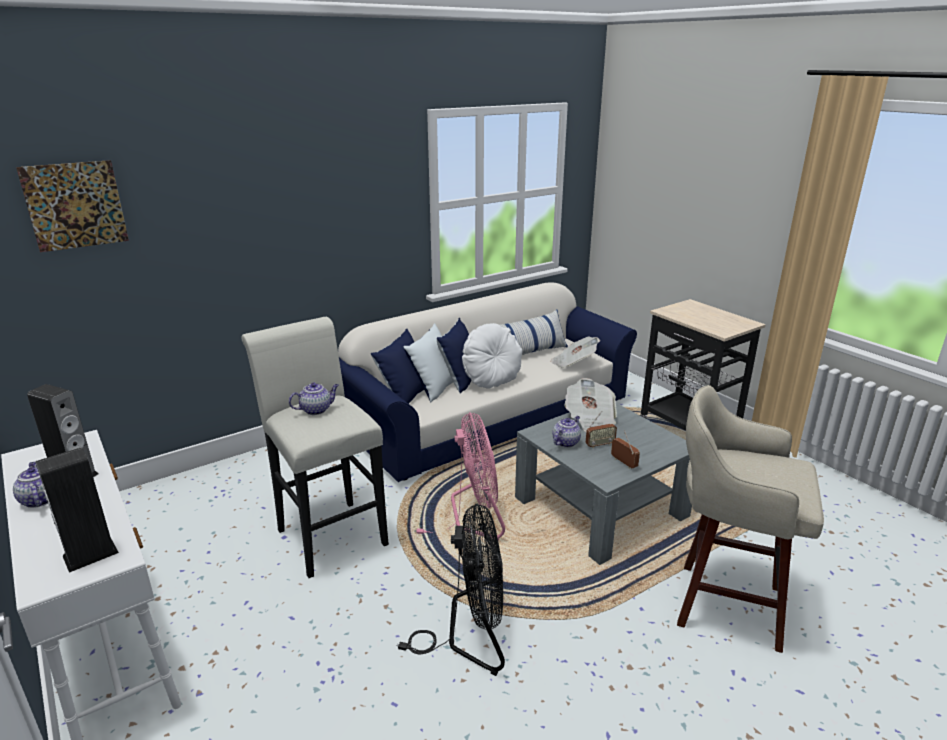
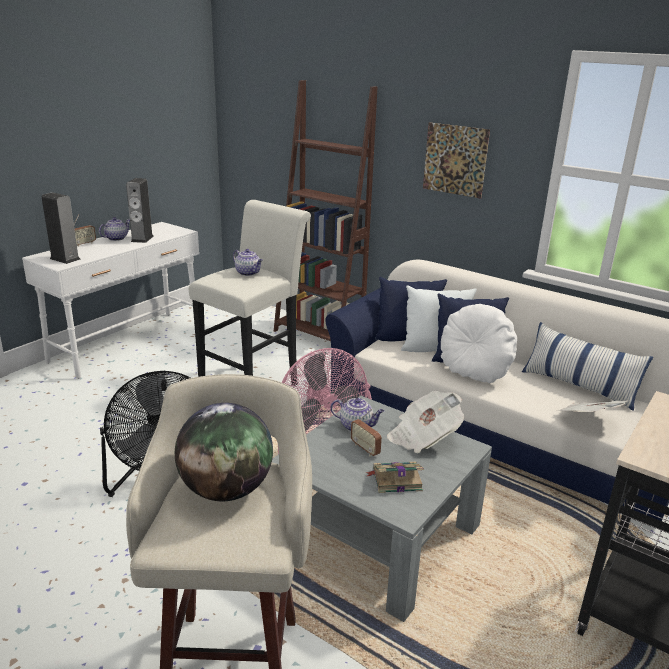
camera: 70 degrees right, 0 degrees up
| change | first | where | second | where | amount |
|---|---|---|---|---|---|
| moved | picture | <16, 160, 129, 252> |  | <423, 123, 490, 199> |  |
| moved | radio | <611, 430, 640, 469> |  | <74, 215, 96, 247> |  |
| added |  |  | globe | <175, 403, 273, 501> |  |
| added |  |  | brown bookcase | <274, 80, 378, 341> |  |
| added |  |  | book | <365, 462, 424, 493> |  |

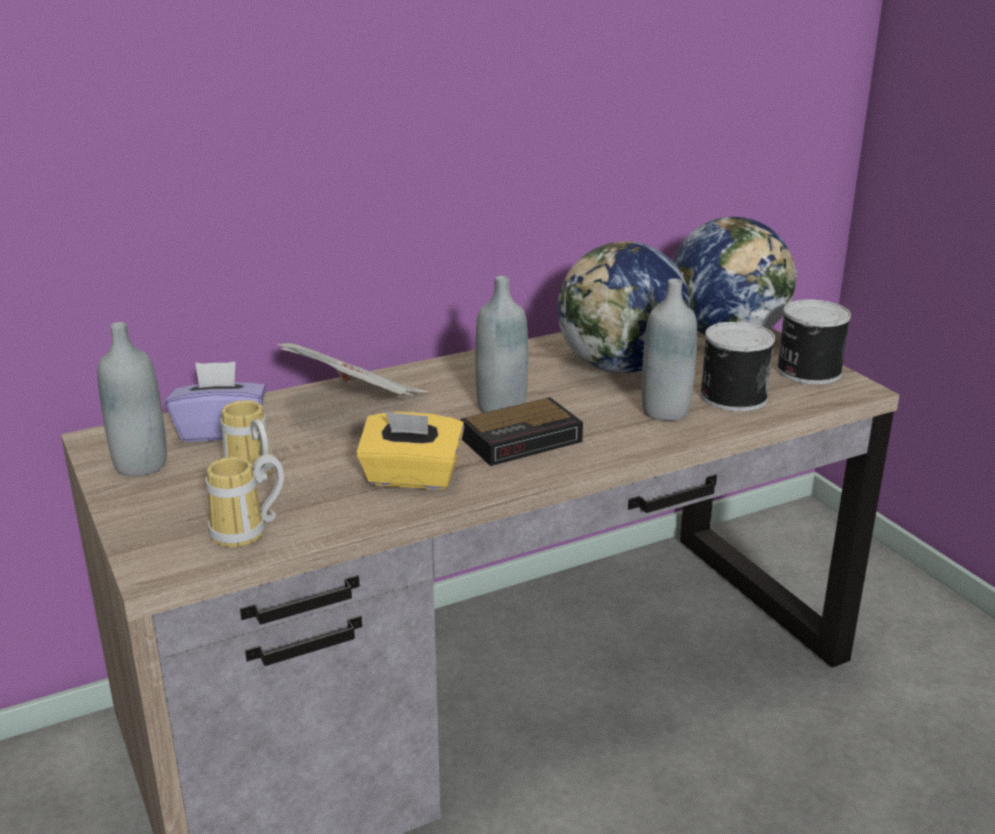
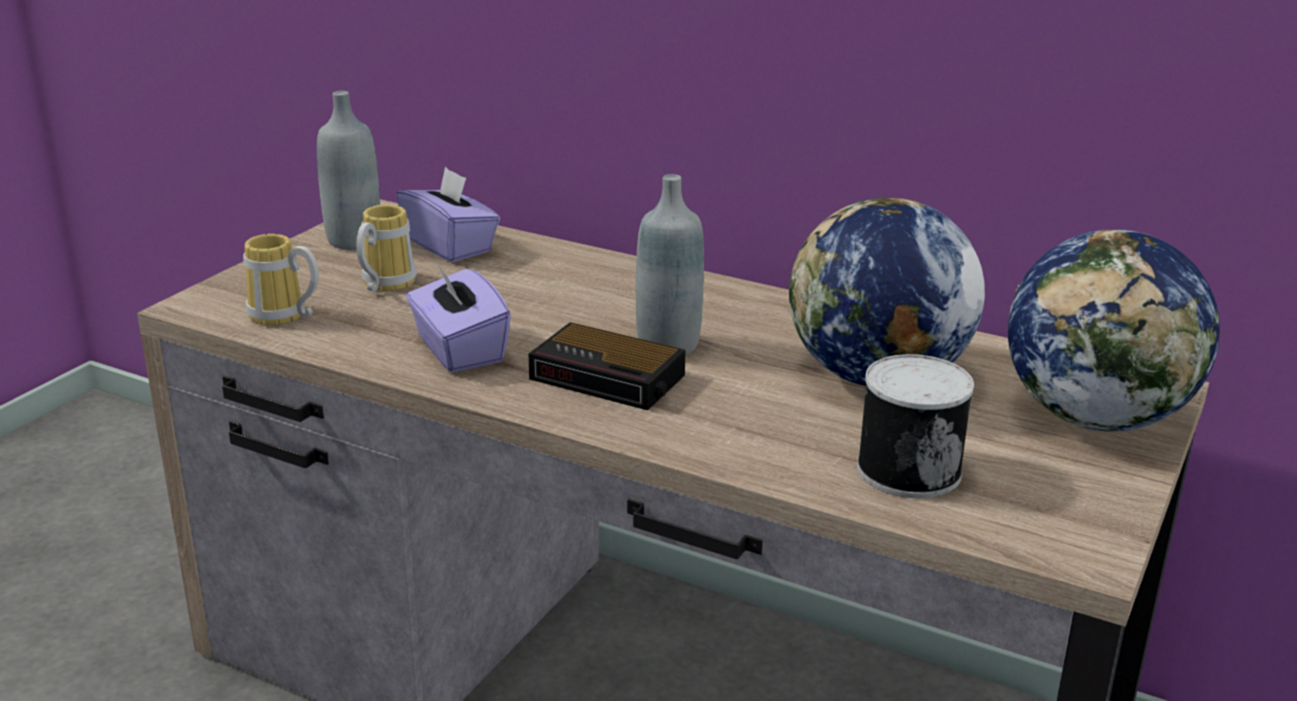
camera: 55 degrees right, 0 degrees up
| change | first | where | second | where | amount |
|---|---|---|---|---|---|
| removed | newspaper | <276, 343, 429, 396> |  |  |  |
| recoloured | yellow tissue box | <356, 411, 464, 490> | purple tissue box | <406, 261, 511, 372> |  |
| removed | grey bottle | <642, 278, 697, 421> |  |  |  |
| removed | can | <777, 299, 851, 384> |  |  |  |

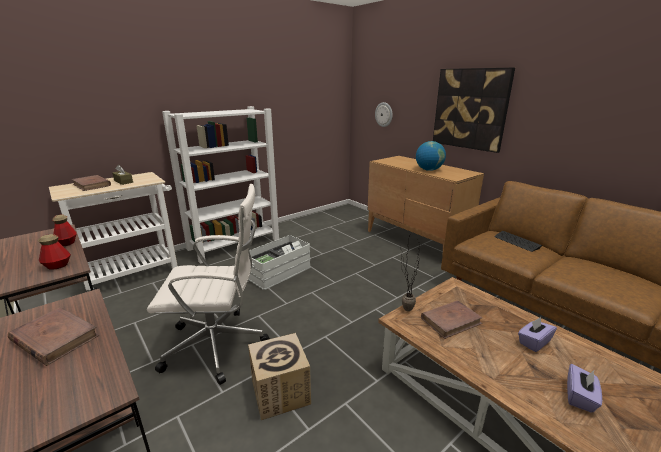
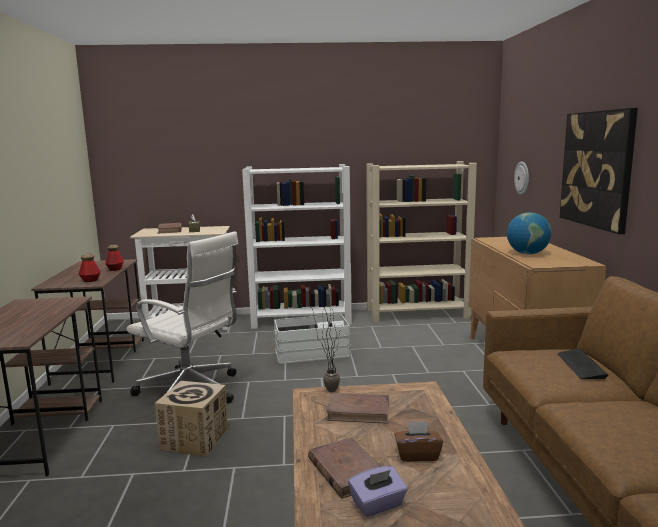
camera: 35 degrees right, 10 degrees down
| change | first | where | second | where | amount |
|---|---|---|---|---|---|
| moved | brown book | <8, 307, 99, 366> |  | <308, 437, 381, 499> |  |
| recoloured | purple tissue box | <518, 317, 557, 352> | brown tissue box | <394, 421, 443, 462> |  |
| added |  |  | beige bookcase | <366, 161, 477, 323> |  |

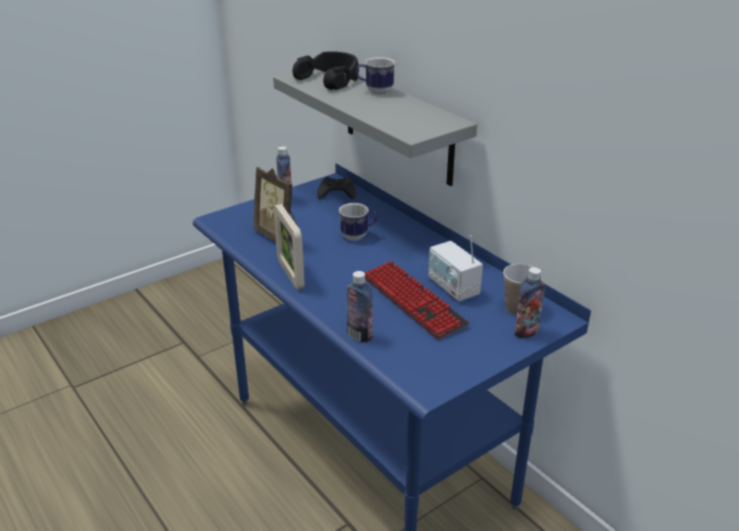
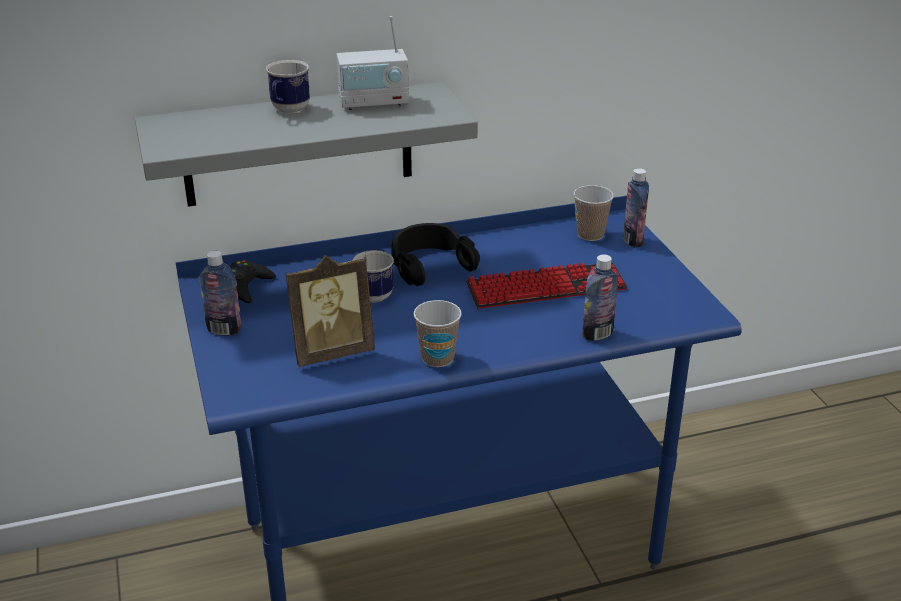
camera: 70 degrees left, 0 degrees up
| change | first | where | second | where | amount |
|---|---|---|---|---|---|
| replaced | picture frame | <274, 204, 305, 290> | cup | <413, 300, 462, 367> |  |
| moved | black headphones | <293, 51, 359, 90> |  | <391, 223, 480, 286> |  |
| moved | radio | <428, 235, 483, 302> |  | <336, 16, 409, 110> |  |

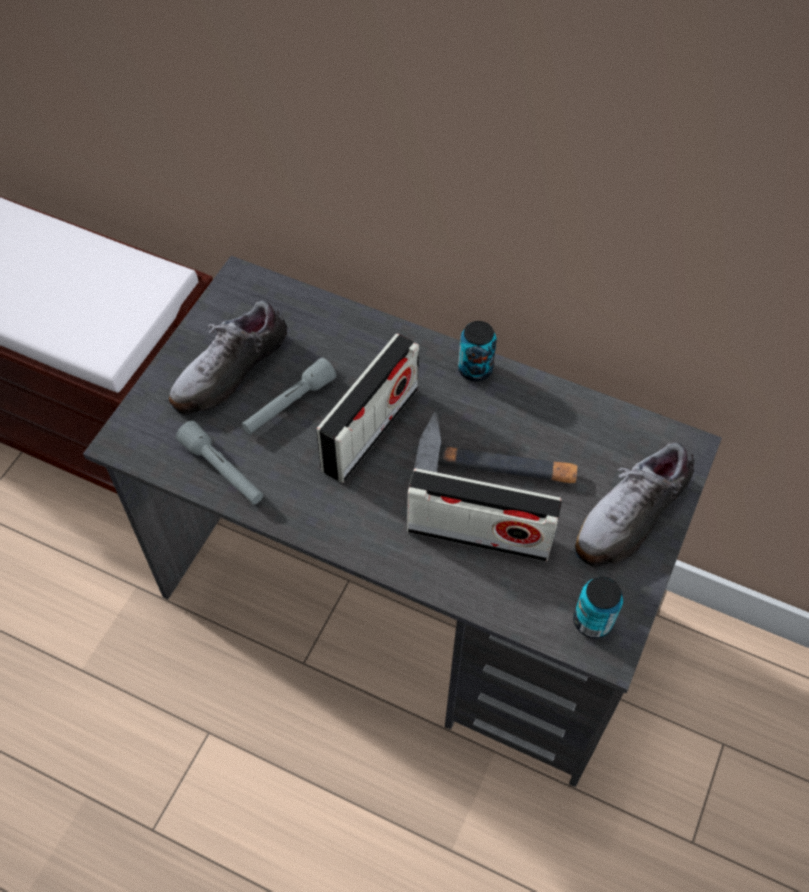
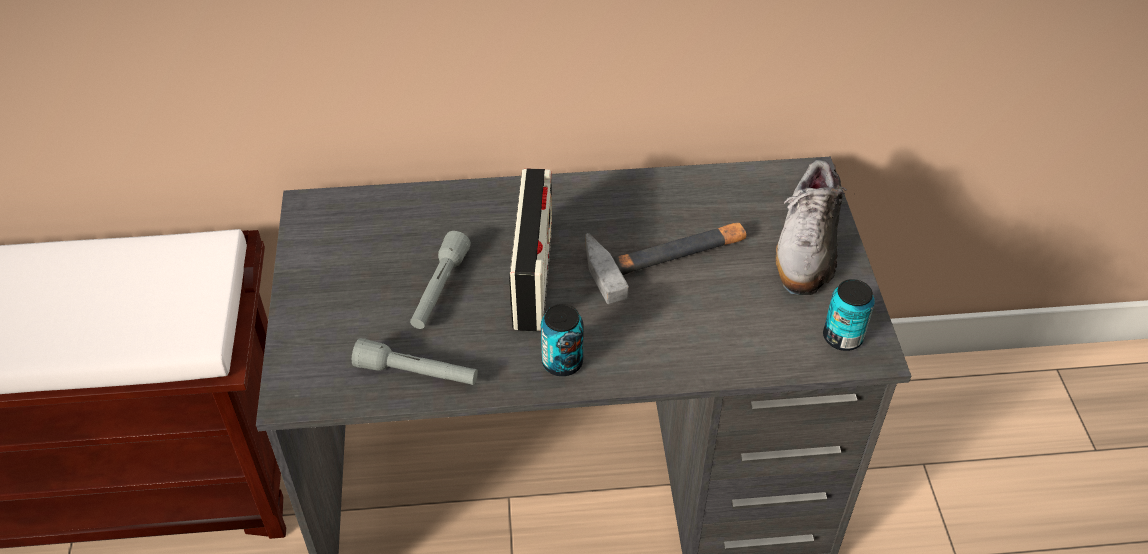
camera: 30 degrees left, 10 degrees down
| change | first | where | second | where | amount |
|---|---|---|---|---|---|
| removed | shoe | <169, 301, 288, 415> |  |  |  |
| removed | radio | <407, 468, 562, 562> |  |  |  |
| moved | can | <458, 321, 497, 382> |  | <541, 304, 584, 376> |  |

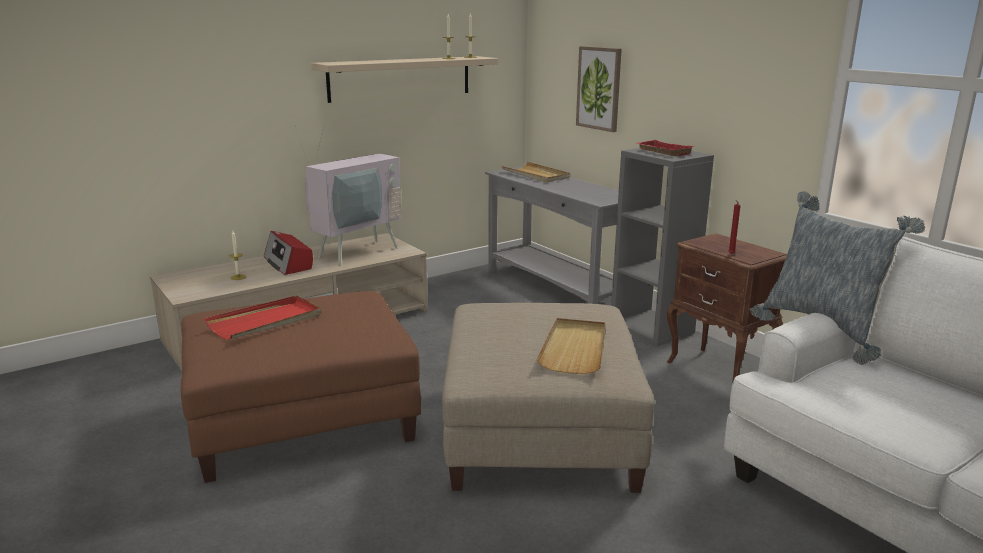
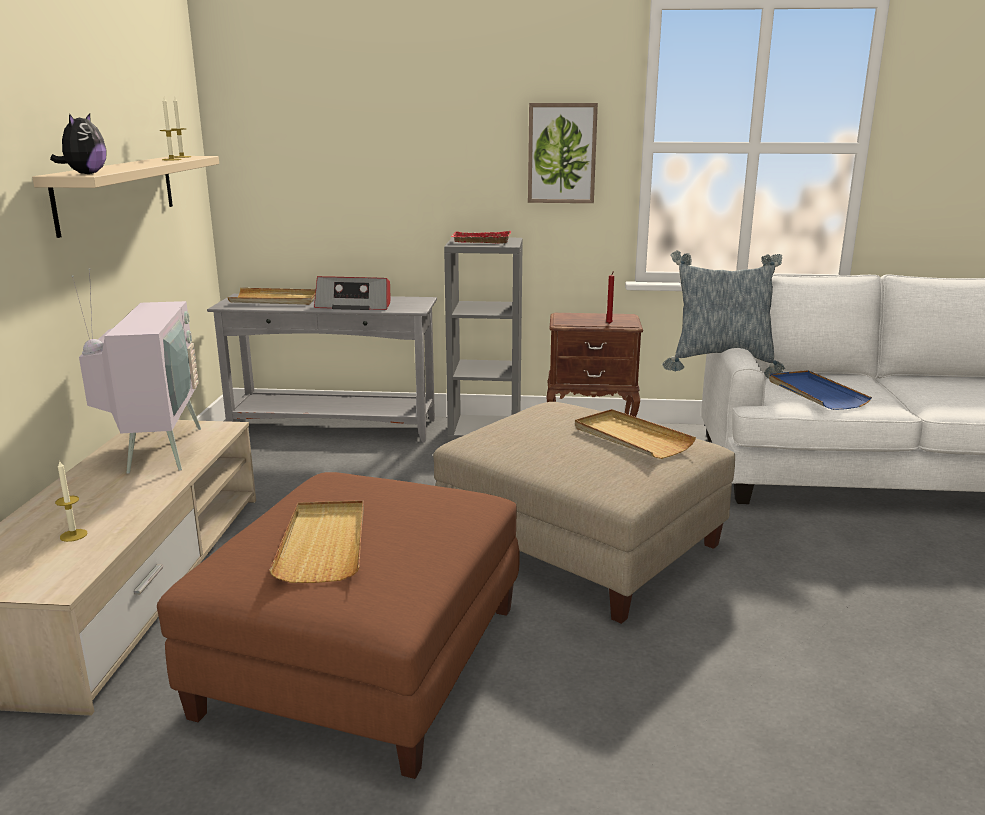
camera: 50 degrees left, 0 degrees up
| change | first | where | second | where | amount |
|---|---|---|---|---|---|
| recoloured | red tray | <205, 295, 321, 340> | beige tray | <269, 500, 364, 583> |  |
| moved | radio | <264, 231, 313, 275> |  | <314, 276, 390, 310> |  |
| moved | picture | <576, 46, 622, 132> |  | <528, 103, 598, 203> |  |
| added |  |  | plush toy | <50, 114, 107, 174> |  |
| added |  |  | blue tray | <769, 370, 872, 410> |  |

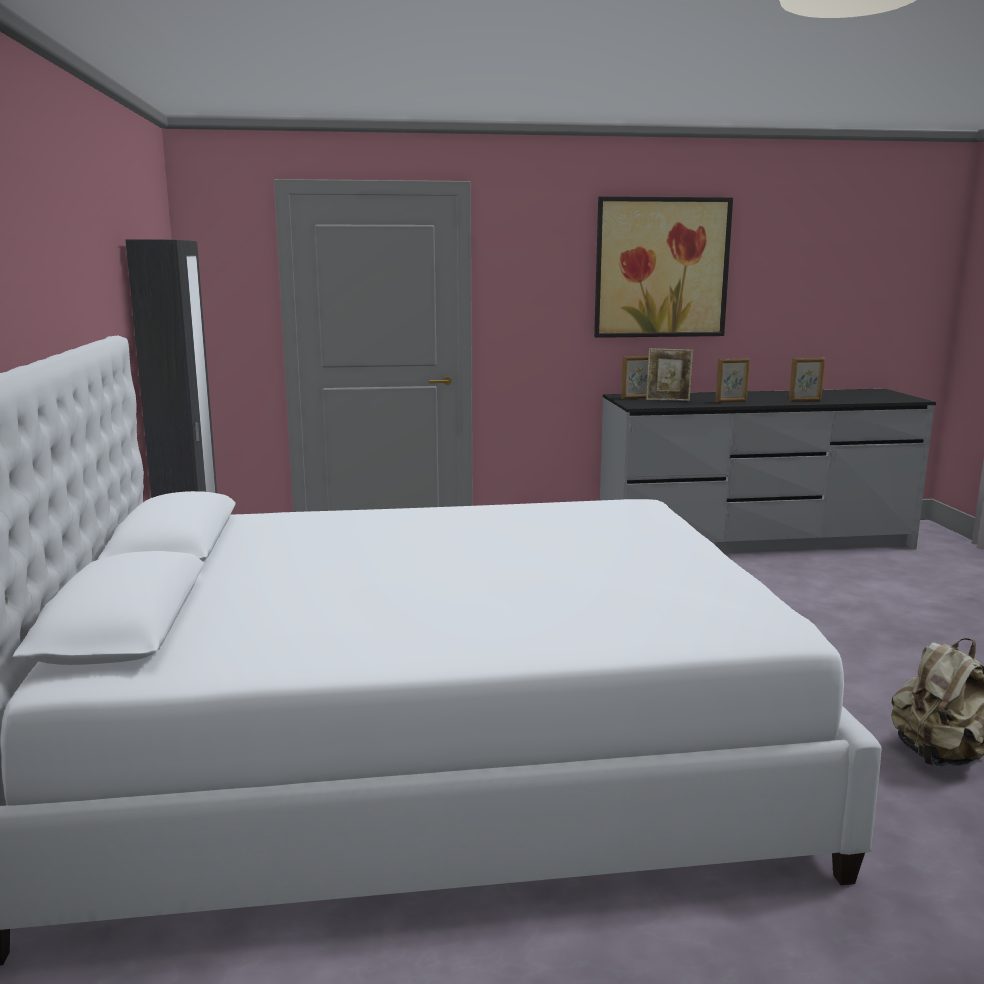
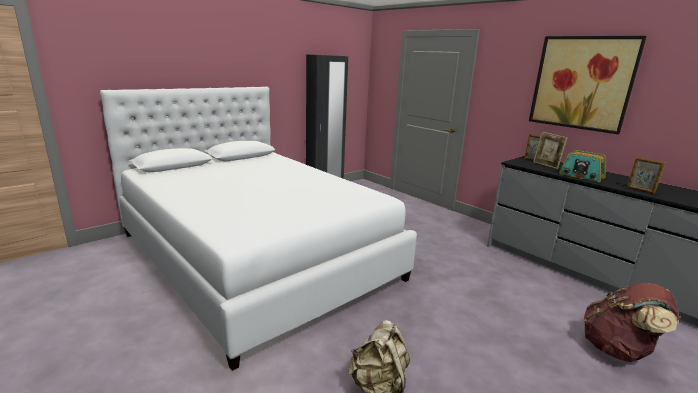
camera: 55 degrees right, 5 degrees up
| change | first | where | second | where | amount |
|---|---|---|---|---|---|
| replaced | picture frame | <715, 358, 750, 403> | radio | <559, 150, 606, 182> |  |
| added |  |  | brown backpack | <584, 283, 680, 362> |  |

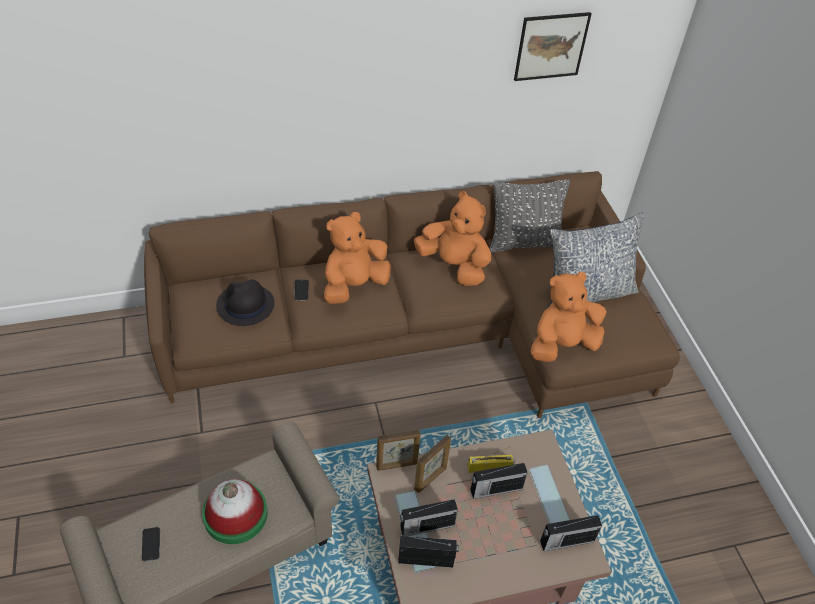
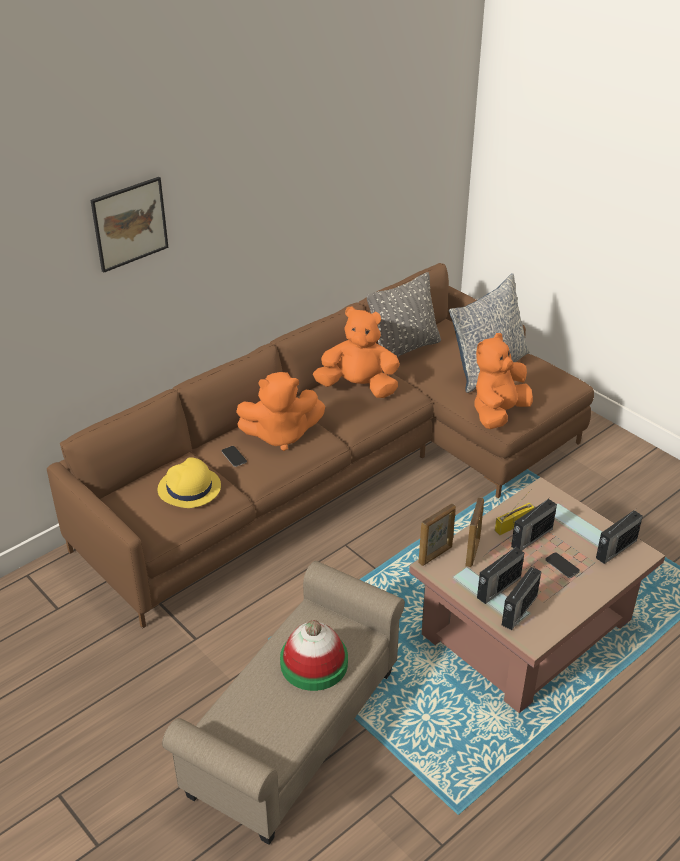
camera: 25 degrees left, 10 degrees down
| change | first | where | second | where | amount |
|---|---|---|---|---|---|
| moved | phone | <142, 527, 160, 562> |  | <545, 552, 580, 578> |  |
| recoloured | black hat | <216, 279, 275, 326> | yellow hat | <158, 457, 221, 508> |  |
| turned | orange plush toy | <324, 212, 391, 304> |  | <236, 372, 325, 451> | 120 degrees counterclockwise |
| turned | radio | <398, 536, 459, 567> |  | <502, 567, 541, 630> | 150 degrees clockwise |
| moved | picture | <514, 12, 591, 81> |  | <91, 177, 169, 273> |  |

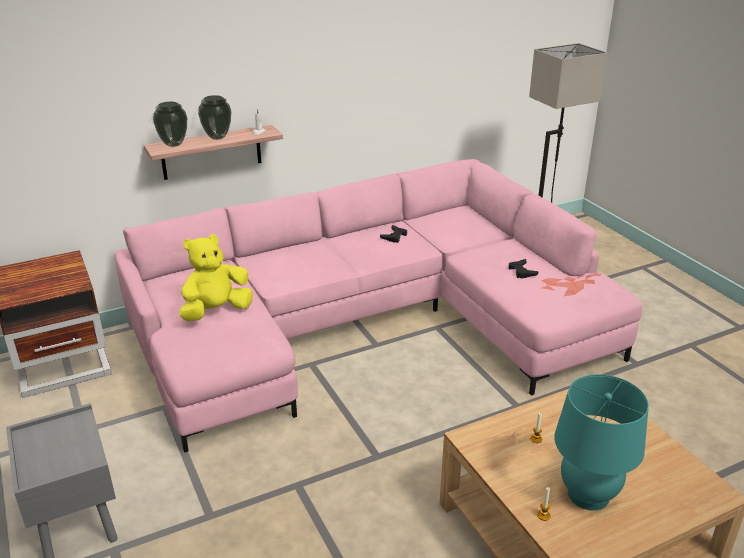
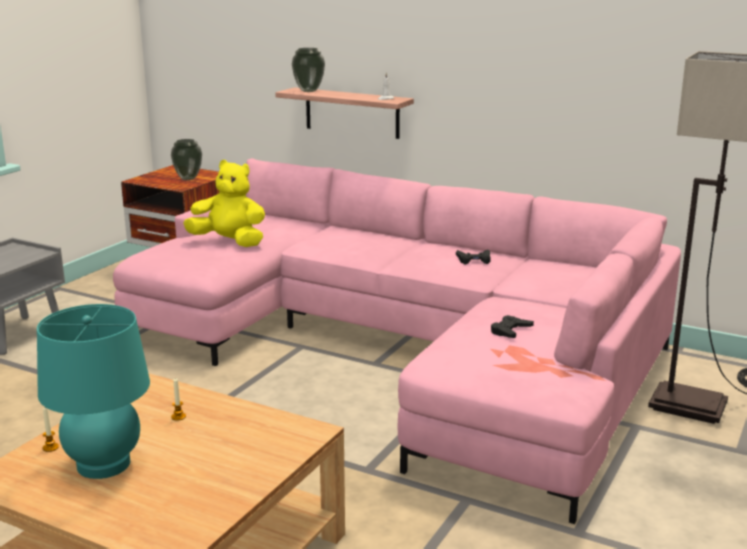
camera: 55 degrees right, 10 degrees down
| change | first | where | second | where | amount |
|---|---|---|---|---|---|
| moved | vase | <198, 95, 231, 140> |  | <171, 139, 202, 180> |  |

